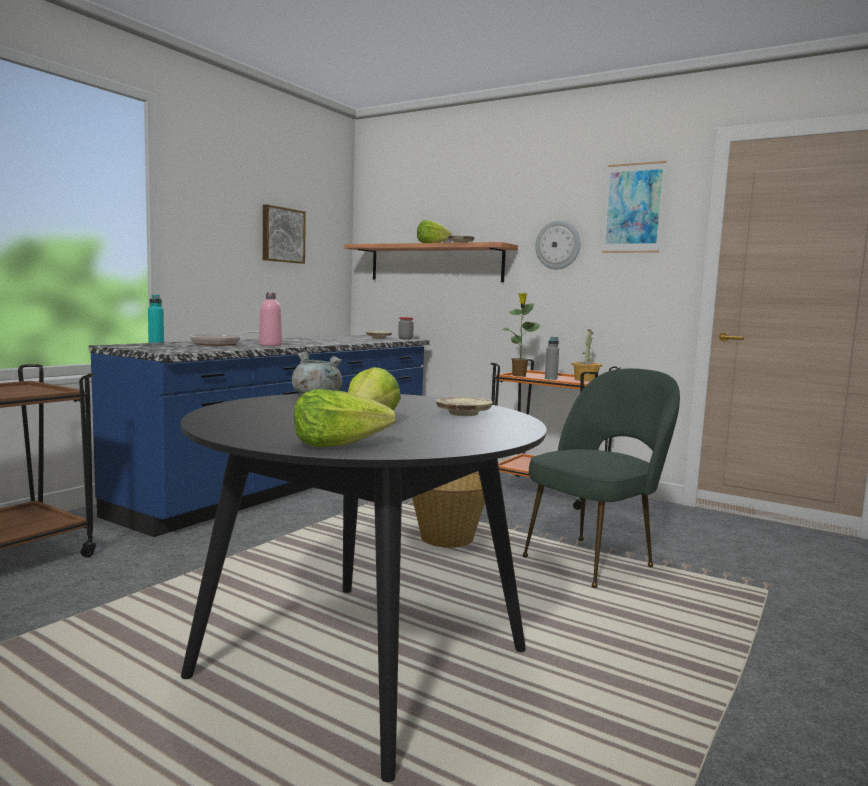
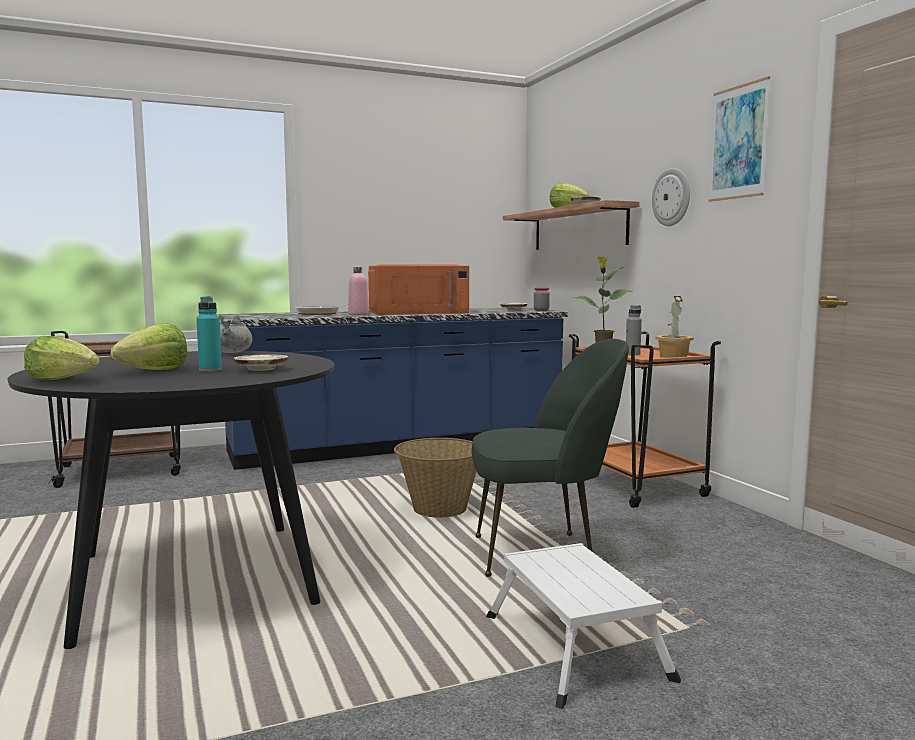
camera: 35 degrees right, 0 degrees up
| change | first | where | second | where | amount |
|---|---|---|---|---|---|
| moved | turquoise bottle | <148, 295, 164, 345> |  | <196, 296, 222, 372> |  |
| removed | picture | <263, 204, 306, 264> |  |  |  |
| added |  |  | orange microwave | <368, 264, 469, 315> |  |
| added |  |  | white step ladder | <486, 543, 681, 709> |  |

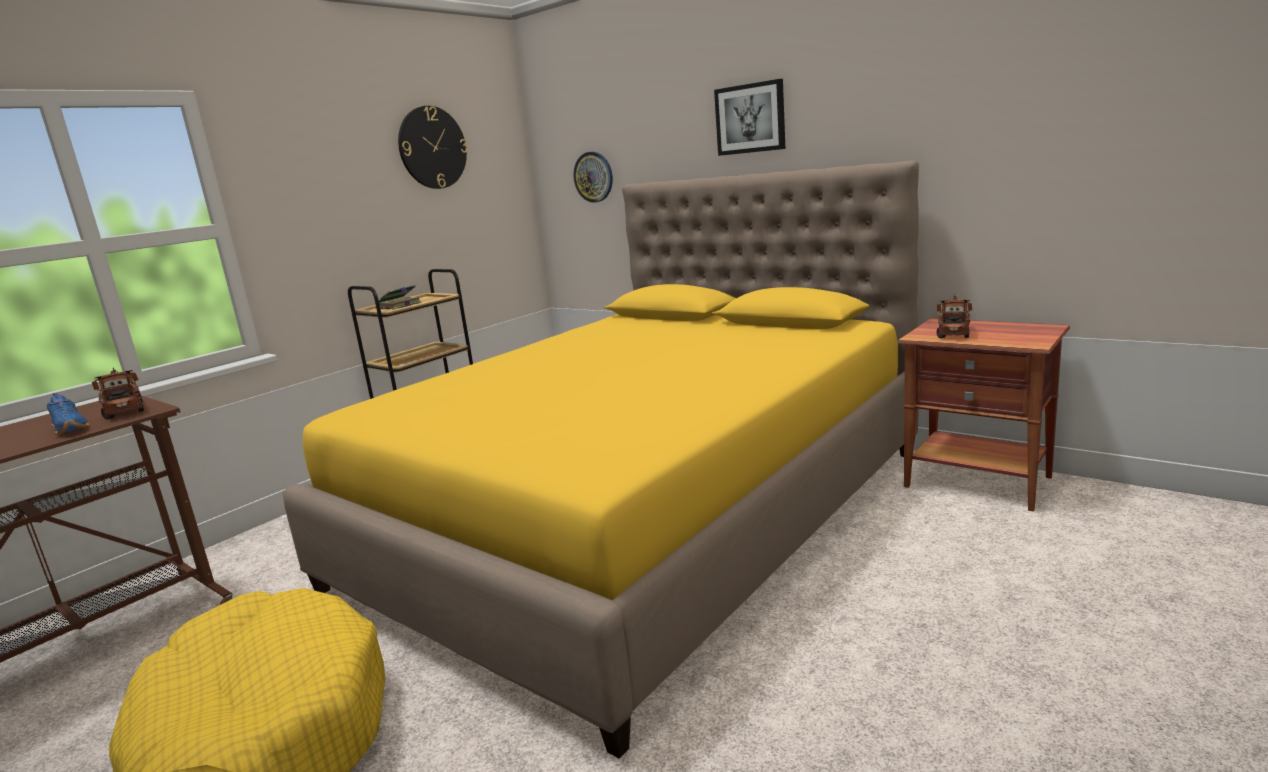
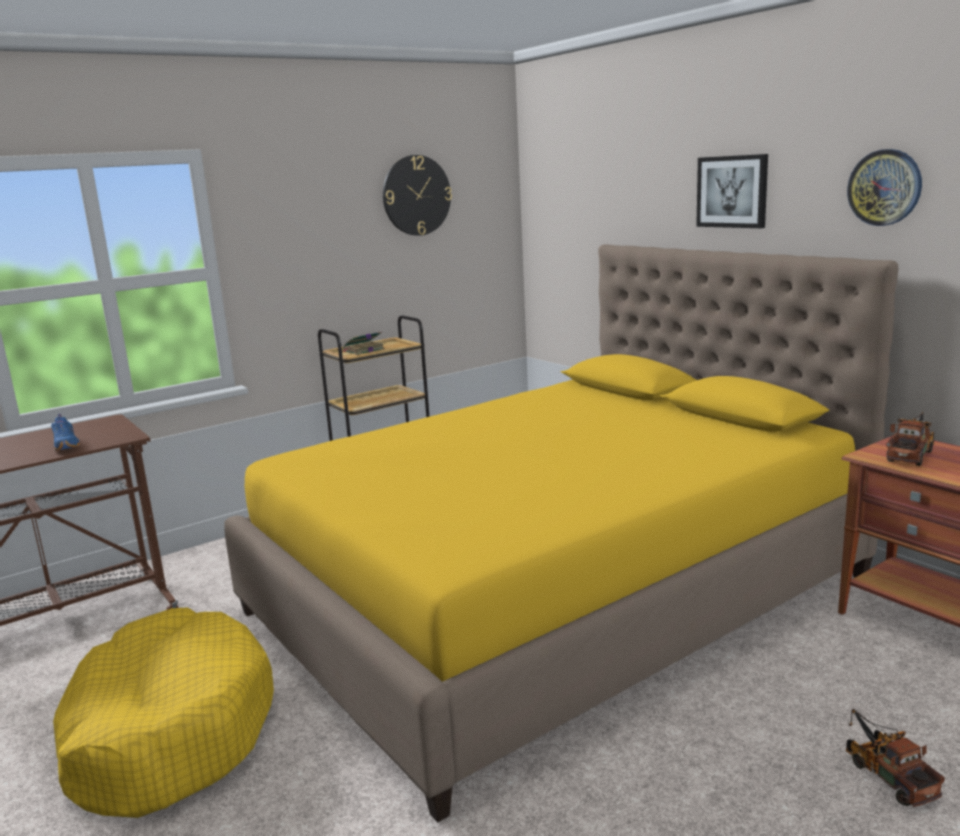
camera: 15 degrees right, 0 degrees up
| change | first | where | second | where | amount |
|---|---|---|---|---|---|
| moved | toy truck | <92, 368, 144, 420> |  | <846, 709, 945, 807> |  |
| moved | wall clock | <573, 152, 613, 203> |  | <847, 149, 922, 226> |  |

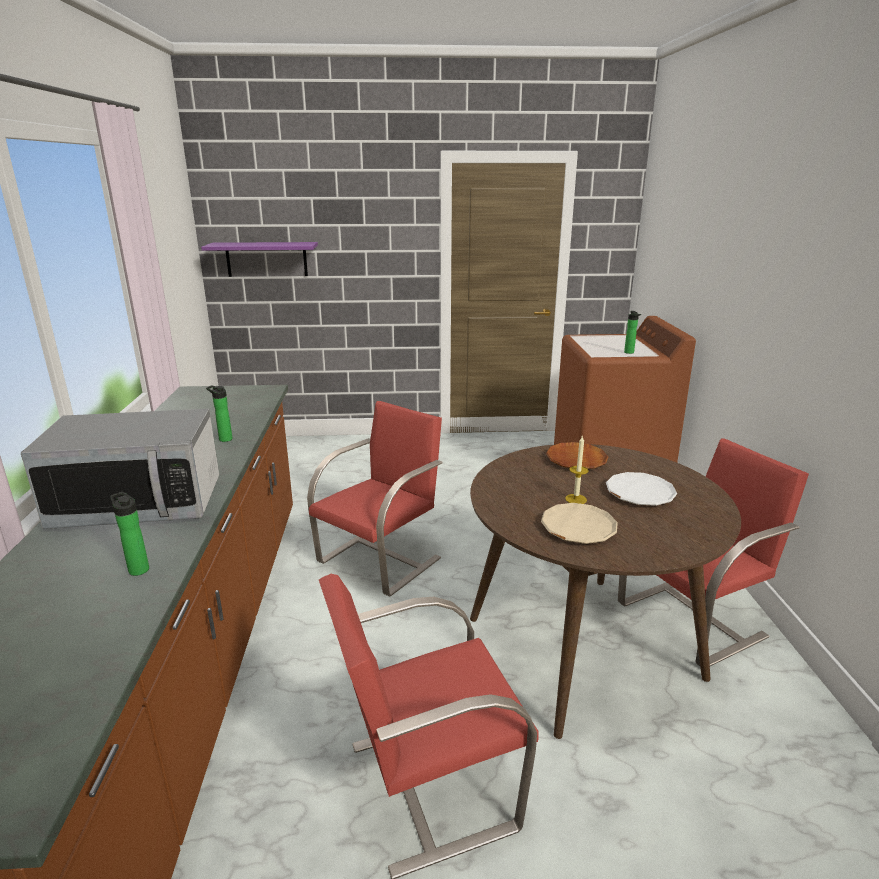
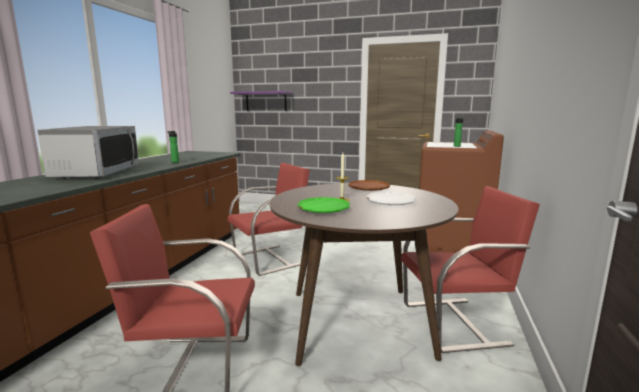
camera: 20 degrees right, 10 degrees down
| change | first | where | second | where | amount |
|---|---|---|---|---|---|
| turned | microwave | <21, 409, 219, 529> |  | <37, 126, 139, 179> | 105 degrees counterclockwise |
| removed | bottle | <110, 492, 149, 576> |  |  |  |
| recoloured | beige plate | <541, 503, 618, 544> | green plate | <297, 197, 350, 213> |  |

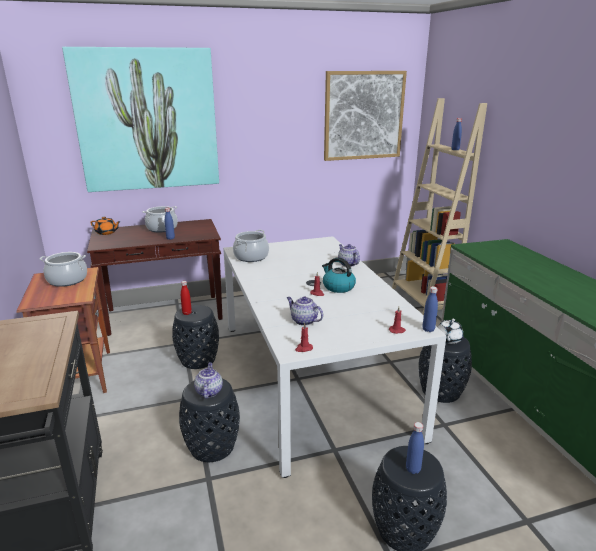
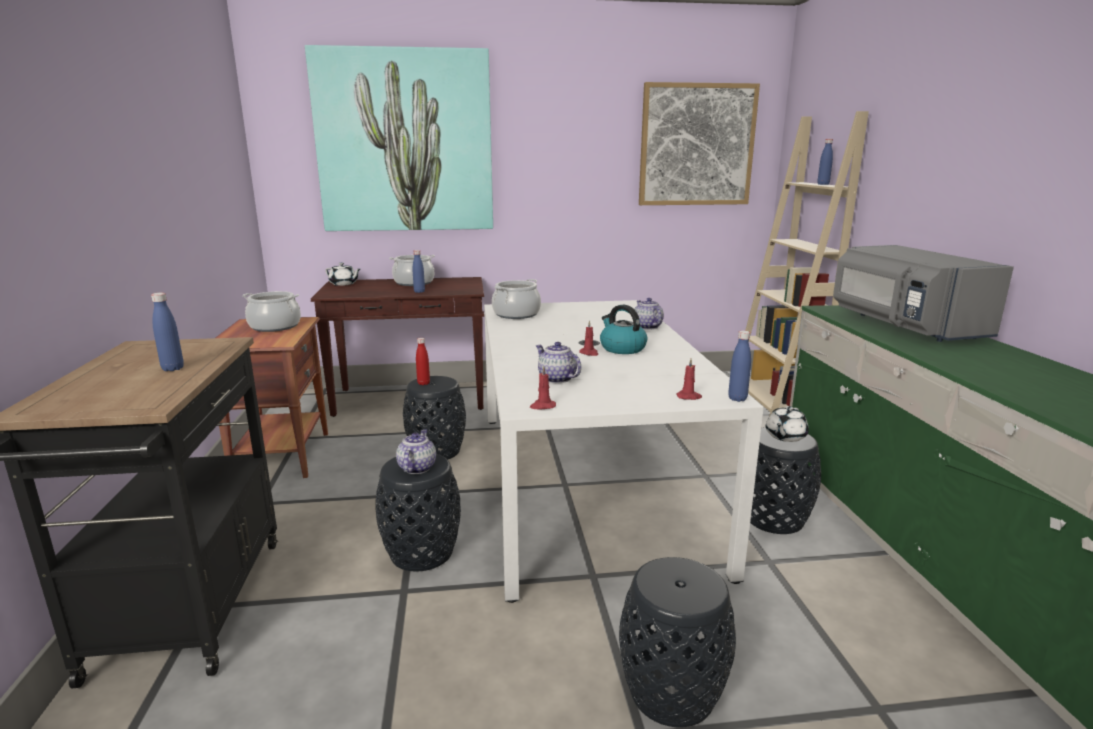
camera: 10 degrees right, 5 degrees down
| change | first | where | second | where | amount |
|---|---|---|---|---|---|
| recoloured | orange teapot | <90, 217, 121, 235> | white teapot | <325, 263, 360, 286> |  |
| moved | blue bottle | <406, 422, 424, 474> |  | <151, 292, 184, 371> |  |
| added |  |  | grey microwave | <833, 245, 1014, 342> |  |

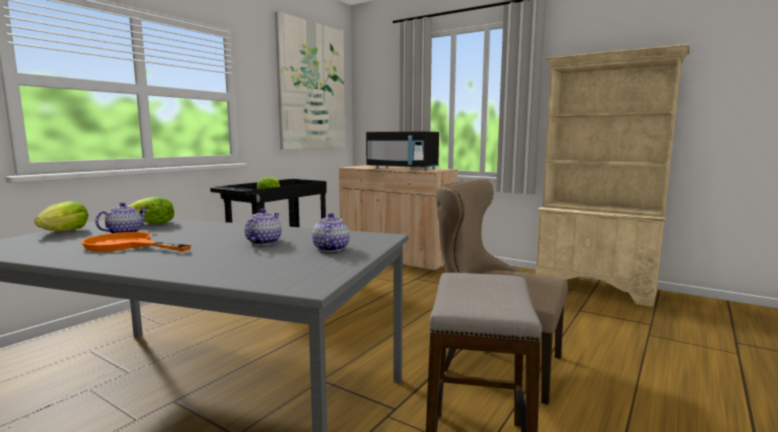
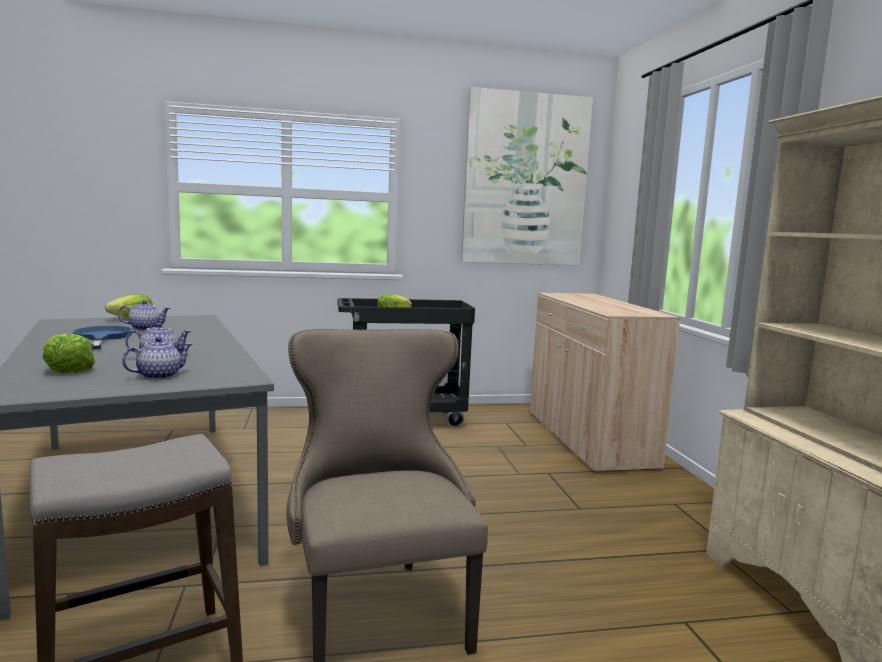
camera: 45 degrees right, 0 degrees up
| change | first | where | second | where | amount |
|---|---|---|---|---|---|
| recoloured | orange frying pan | <81, 232, 191, 252> | blue frying pan | <73, 326, 133, 350> |  |
| moved | lettuce | <129, 197, 174, 224> |  | <42, 333, 95, 373> |  |
| removed | black microwave | <366, 131, 439, 170> |  |  |  |

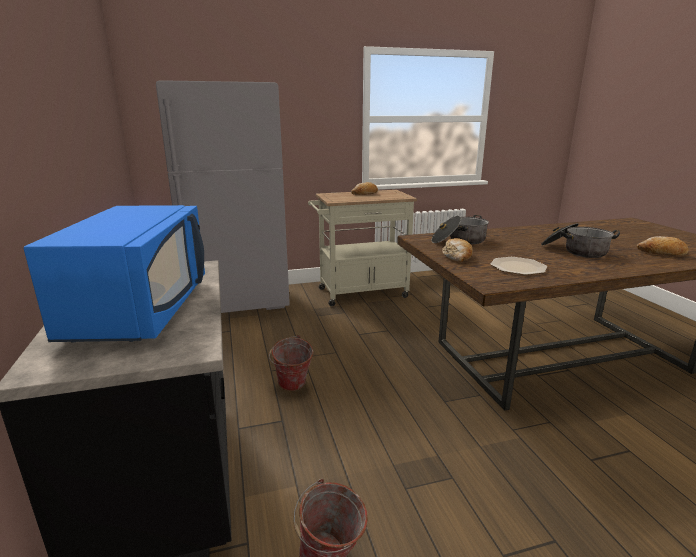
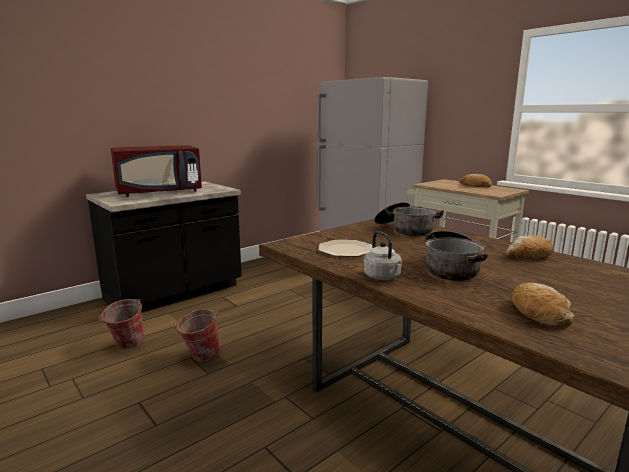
camera: 65 degrees right, 5 degrees down
| change | first | where | second | where | amount |
|---|---|---|---|---|---|
| recoloured | blue microwave | <24, 205, 205, 343> | red microwave | <111, 145, 202, 197> |  |
| moved | bucket | <269, 335, 314, 391> |  | <174, 309, 220, 362> |  |
| moved | bread | <442, 238, 473, 262> |  | <506, 235, 554, 258> |  |
| added |  |  | grey kettle | <363, 231, 402, 280> |  |

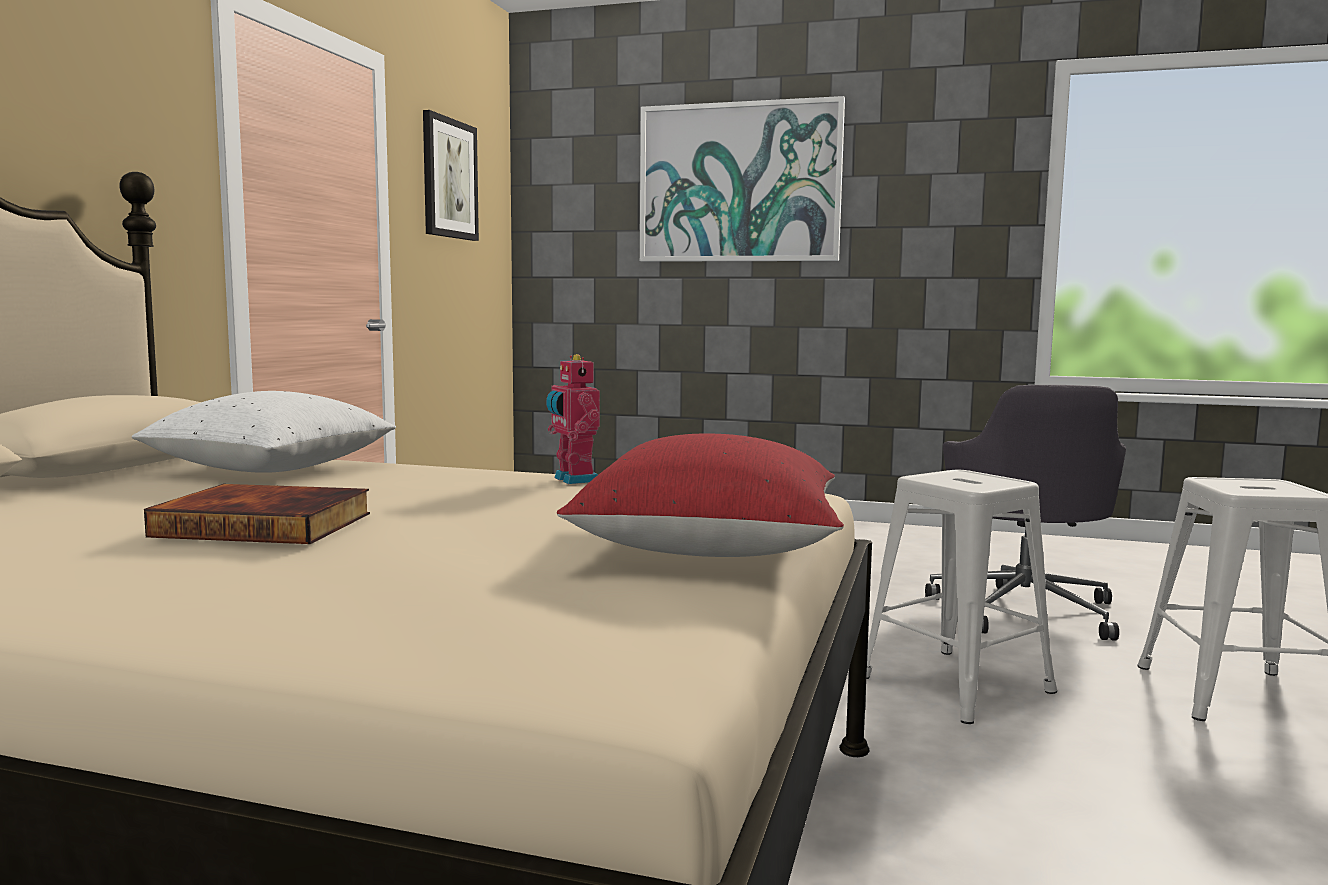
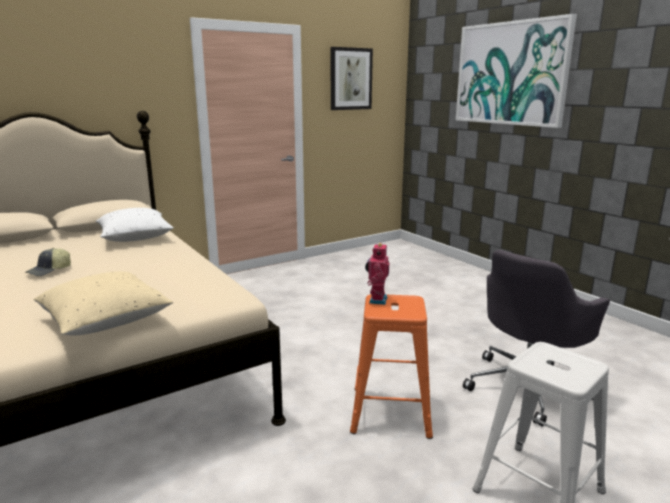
camera: 40 degrees right, 10 degrees up
| change | first | where | second | where | amount |
|---|---|---|---|---|---|
| replaced | book | <144, 484, 370, 544> | cap | <25, 248, 71, 276> |  |
| moved | toy robot | <546, 354, 600, 484> |  | <365, 242, 389, 305> |  |
| recoloured | red pillow | <557, 434, 844, 557> | beige pillow | <34, 271, 173, 336> |  |
| recoloured | white stool | <866, 470, 1057, 724> | orange stool | <350, 294, 433, 439> |  |

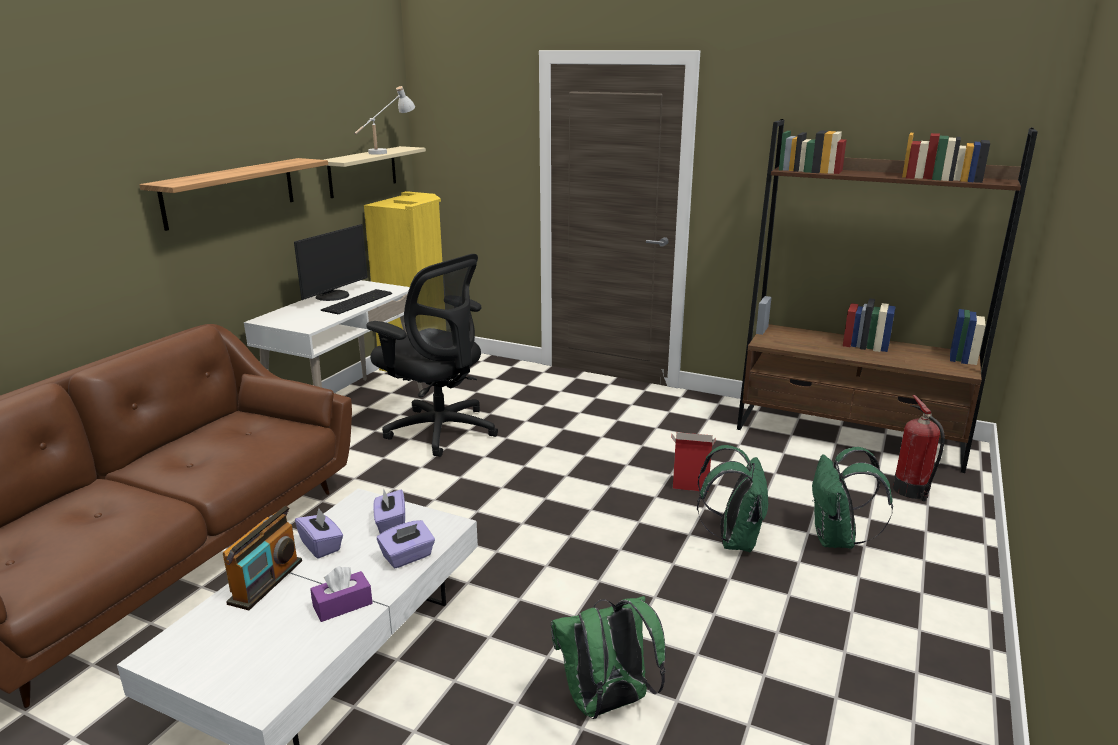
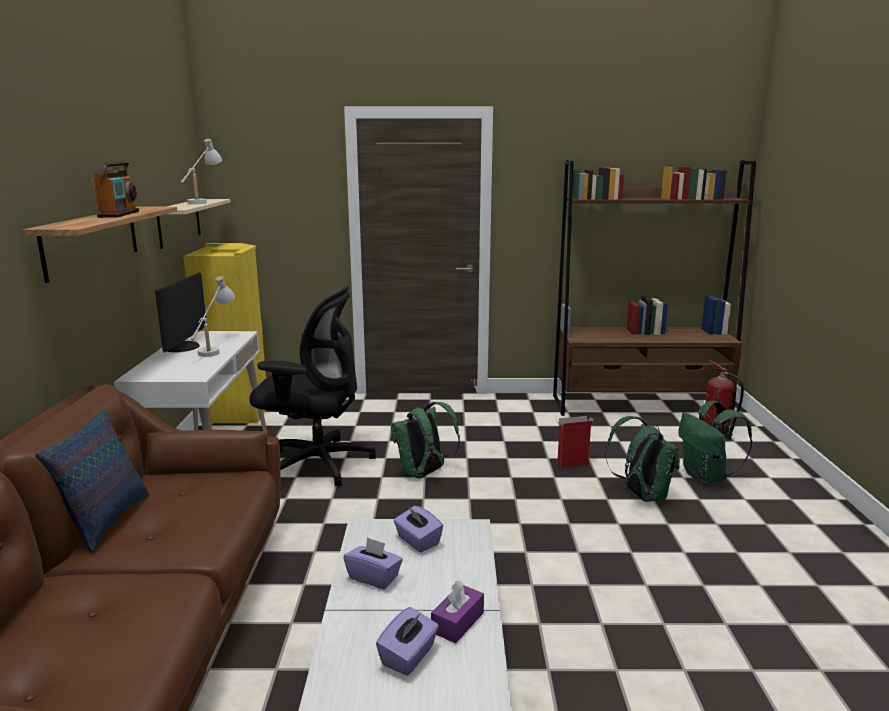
camera: 25 degrees left, 5 degrees down
| change | first | where | second | where | amount |
|---|---|---|---|---|---|
| moved | radio | <223, 505, 302, 610> |  | <92, 161, 139, 218> |  |
| replaced | keyboard | <321, 289, 392, 315> | white table lamp | <191, 276, 235, 357> |  |
| moved | purple tissue box | <377, 520, 435, 569> |  | <376, 607, 439, 676> |  |
| moved | green backpack | <551, 596, 666, 719> |  | <391, 402, 460, 479> |  |
| added |  |  | blue pillow | <36, 410, 149, 553> |  |

